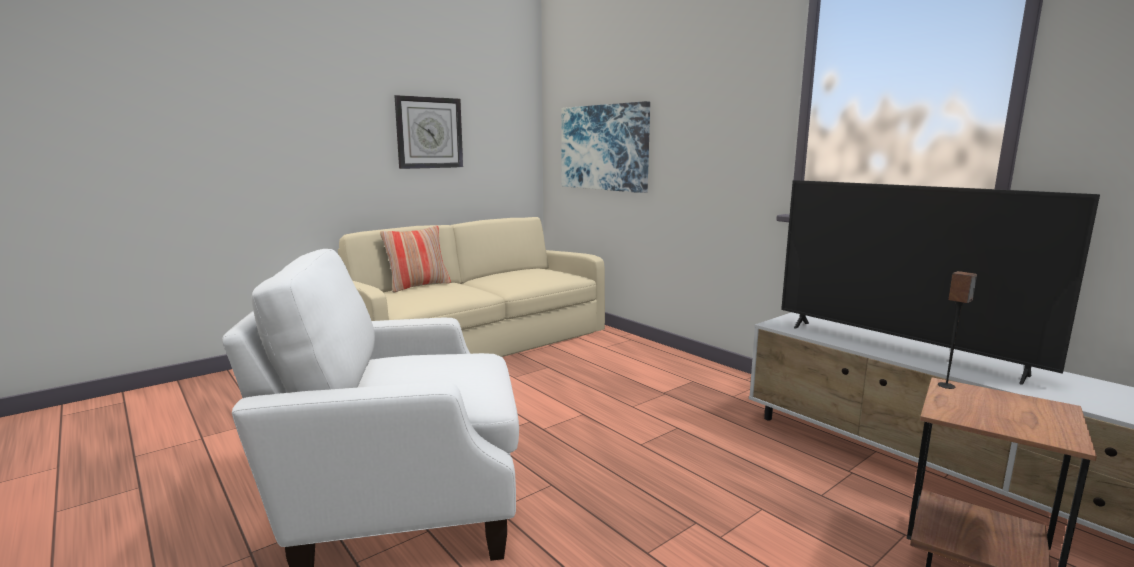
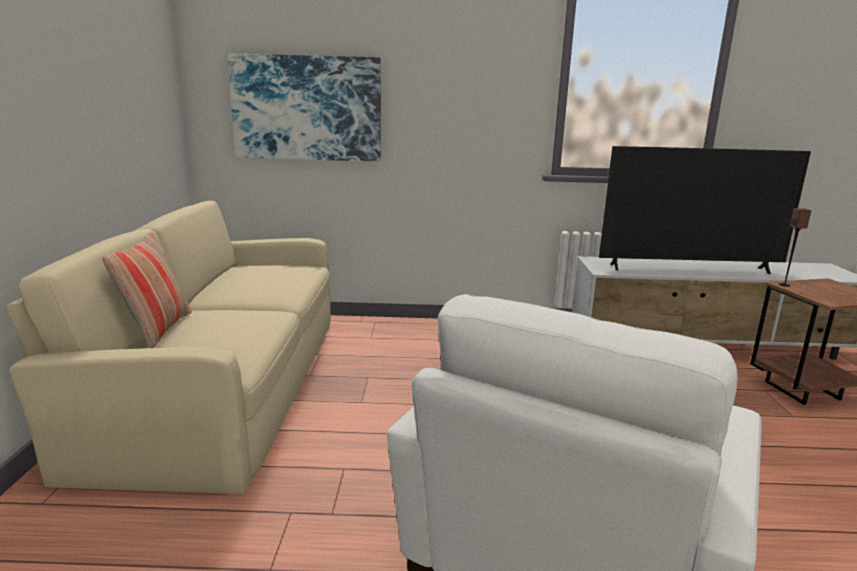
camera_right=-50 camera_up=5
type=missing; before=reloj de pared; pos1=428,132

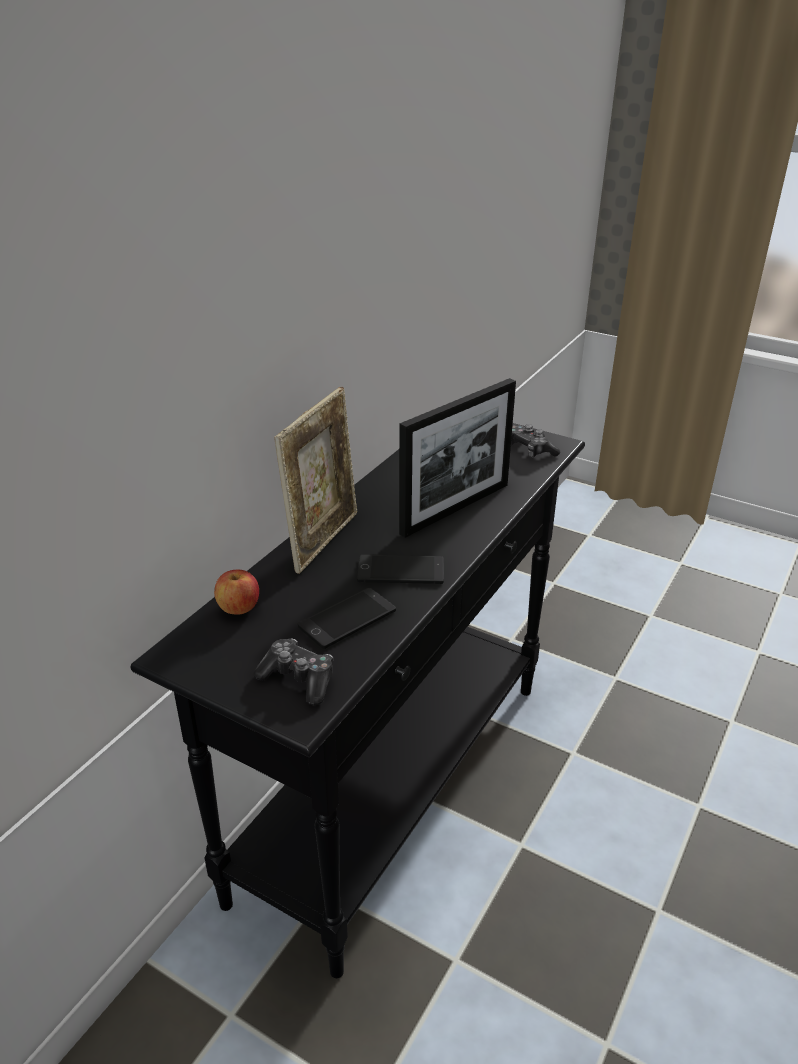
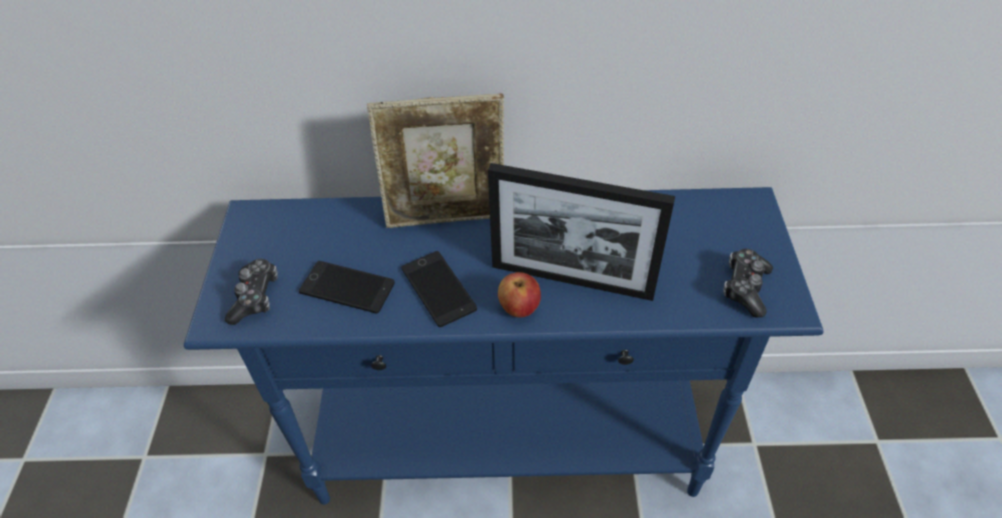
camera_right=60 camera_up=15
type=colour; before=mesa consola [negro]; after=mesa consola [azul]; pos1=357,700; pos2=504,346
type=relocated; before=manzana; pos1=236,592; pos2=519,294

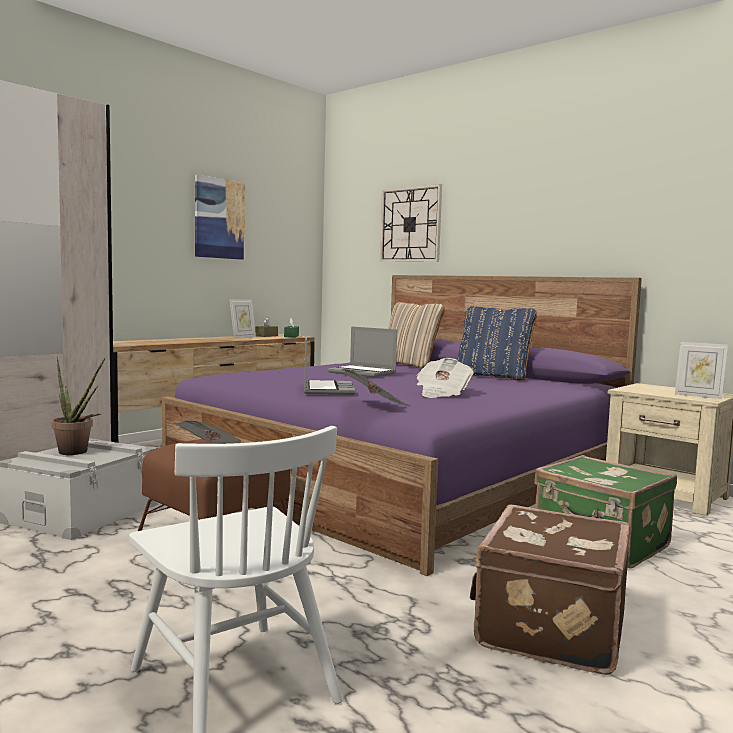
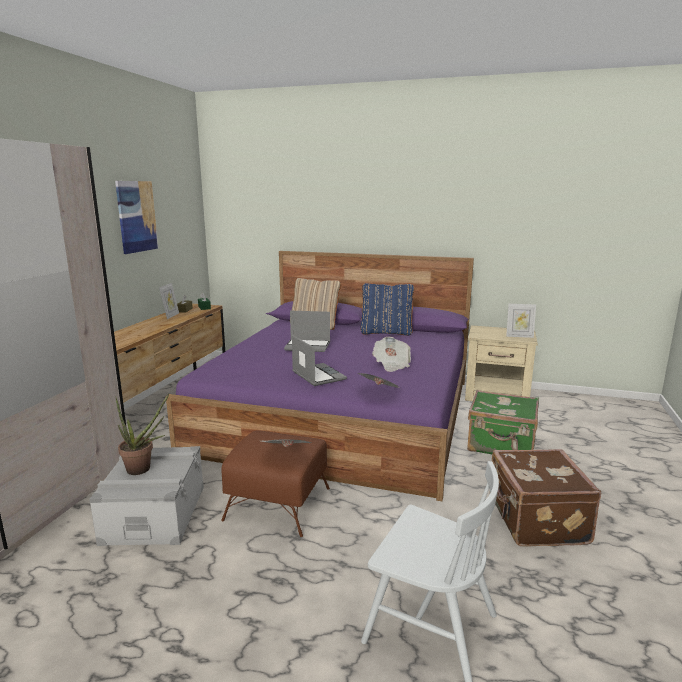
camera_right=-25 camera_up=10
type=missing; before=reloj de pared; pos1=411,223

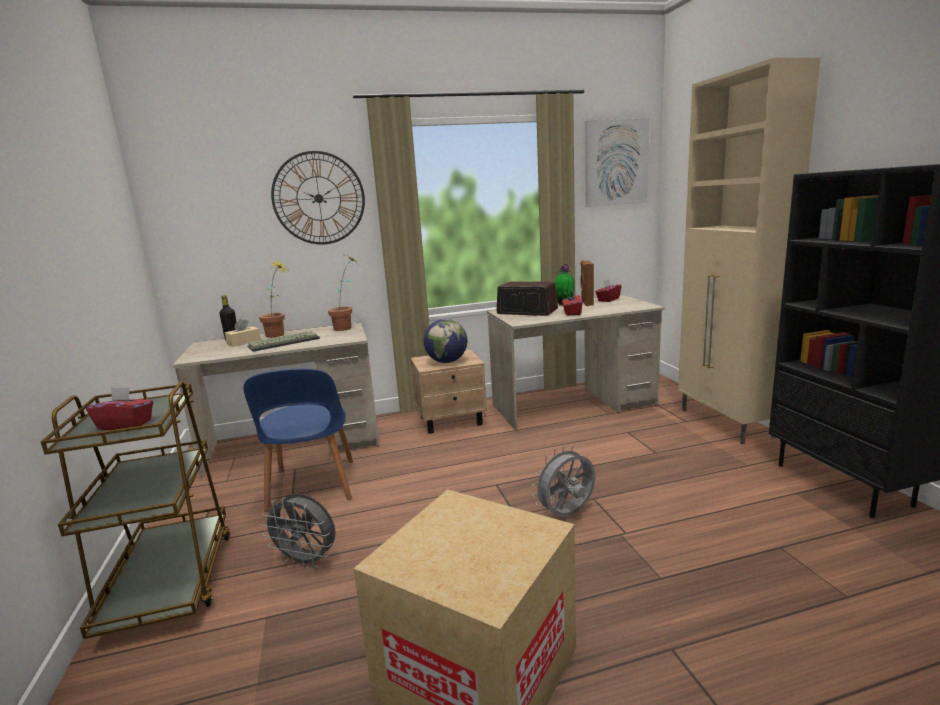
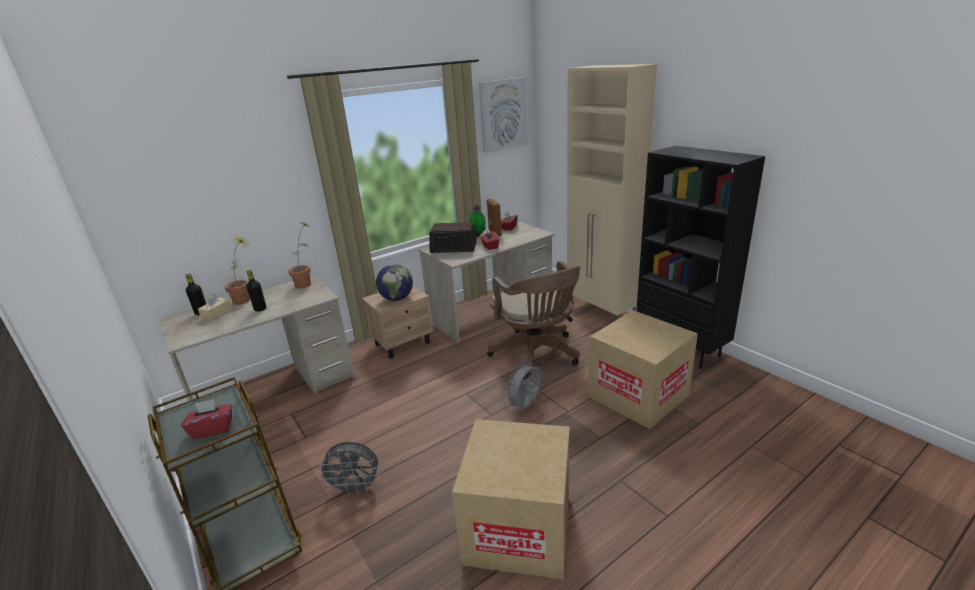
camera_right=-20 camera_up=10
type=missing; before=reloj de pared; pos1=318,198
type=exchanged; before=teclado; after=botella [negro]; pos1=283,341; pos2=256,290
type=missing; before=silla [azul]; pos1=298,440
type=appeared; after=silla de oficina [marrón]; pos2=533,320
type=appeared; after=caja de cartón; pos2=643,369

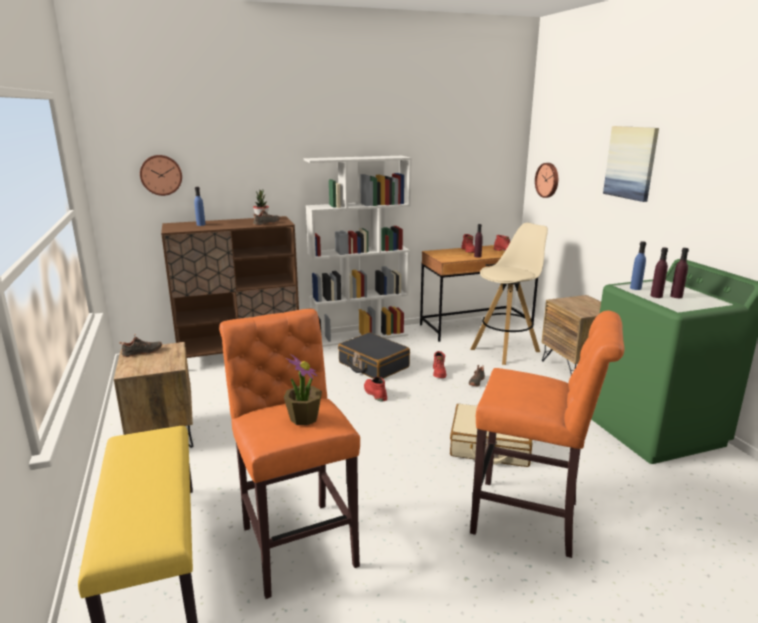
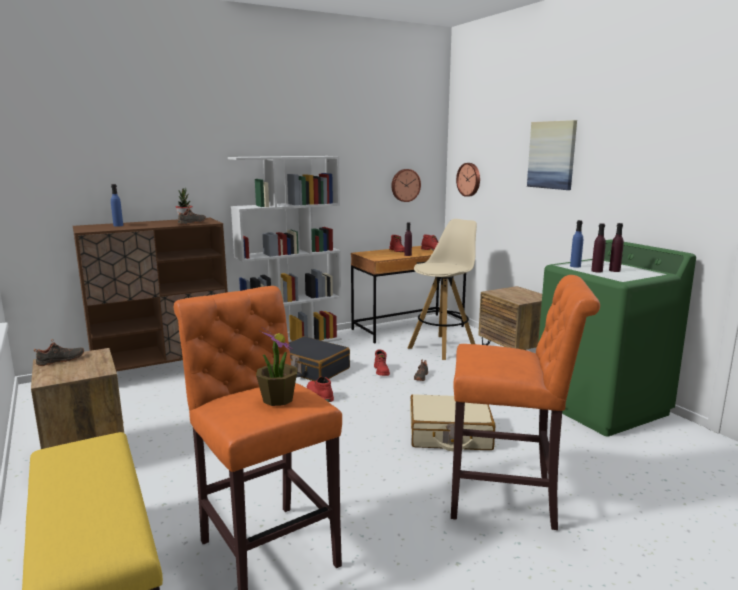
camera_right=-10 camera_up=-5
type=relocated; before=reloj de pared; pos1=161,175; pos2=406,185

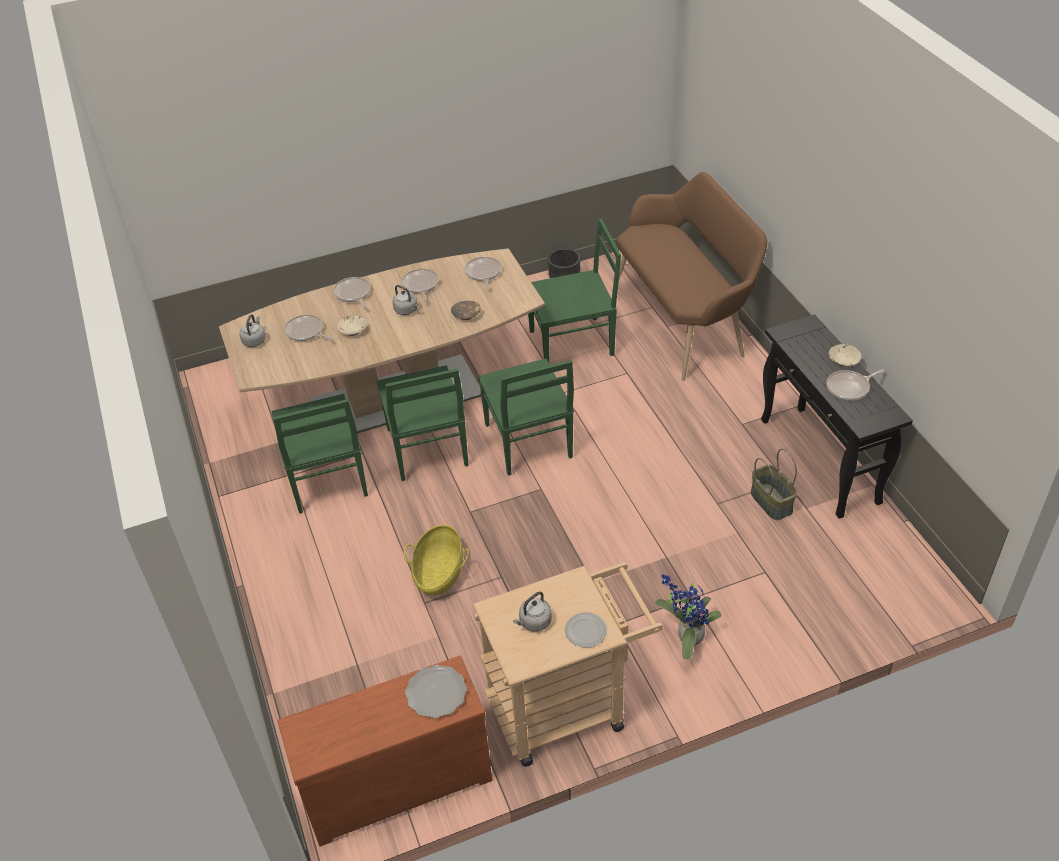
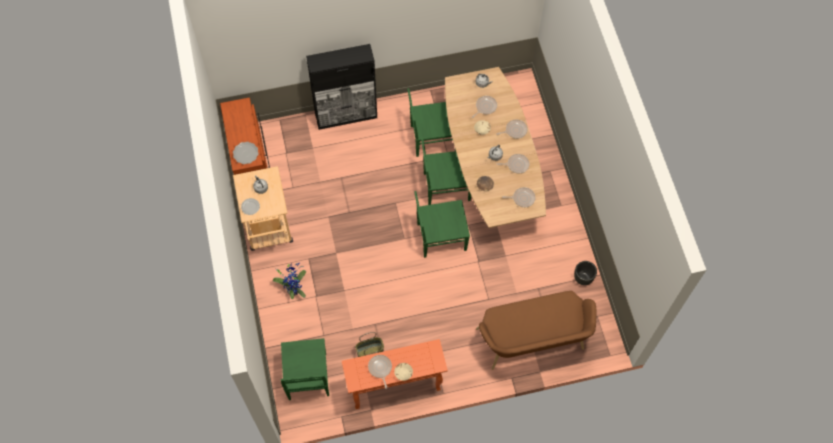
camera_right=95 camera_up=20
type=relocated; before=silla [verde]; pos1=574,291; pos2=305,369
type=colour; before=mesa consola [negro]; after=mesa consola [naranja]; pos1=837,416; pos2=395,374
type=missing; before=cesta; pos1=436,560
type=appeared; after=armario [negro]; pos2=341,87

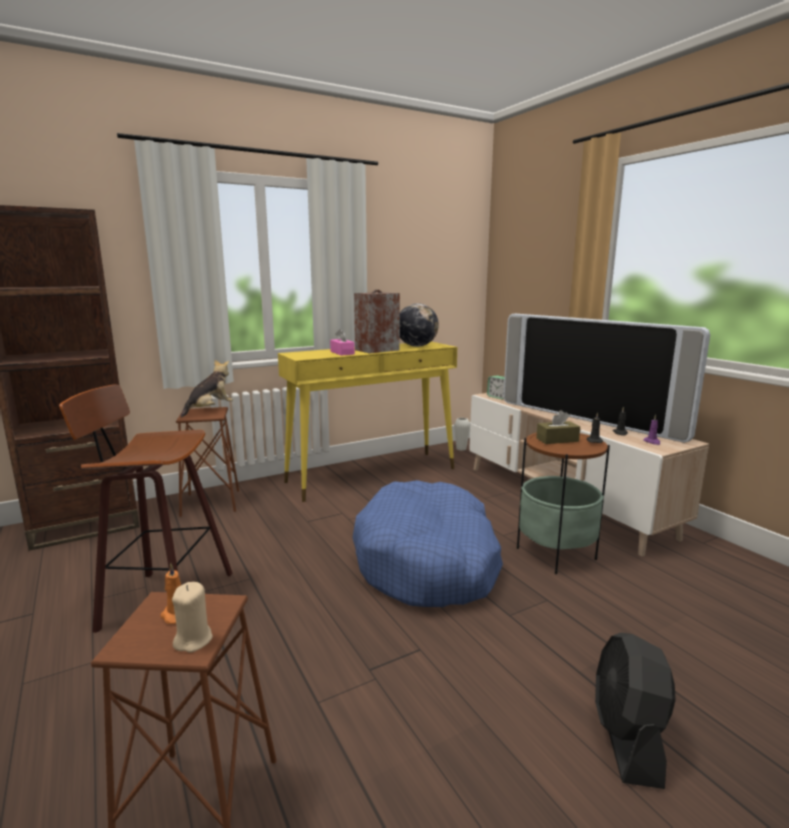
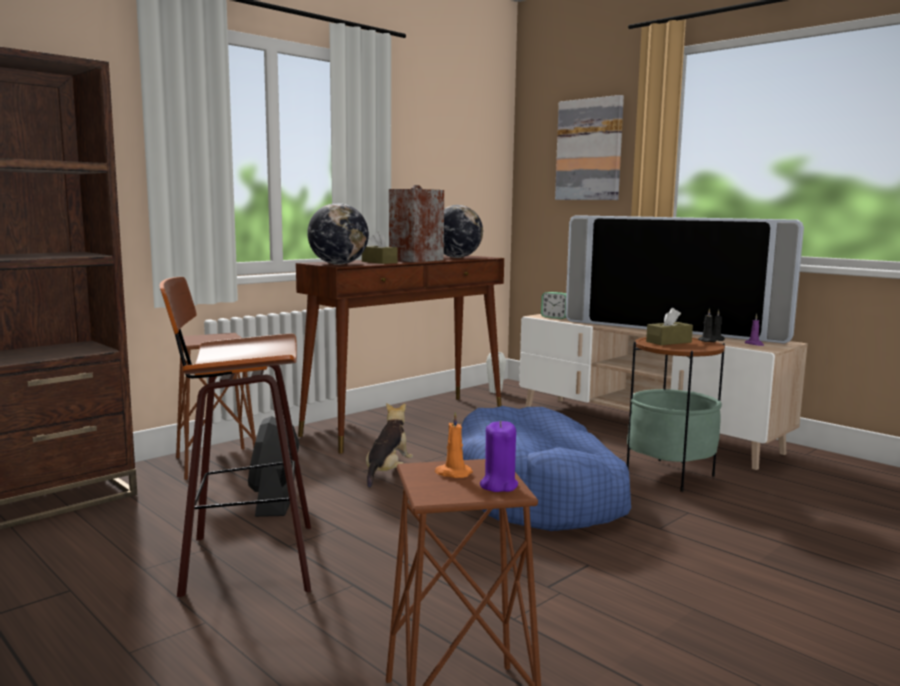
camera_right=-15 camera_up=-5
type=colour; before=caja de pañuelos [rosa]; after=caja de pañuelos [marrón]; pos1=342,342; pos2=380,248
type=colour; before=mesa consola [amarillo]; after=mesa consola [marrón]; pos1=367,422; pos2=400,354
type=relocated; before=peluche; pos1=207,388; pos2=389,445
type=colour; before=vela [beis]; after=vela [morado]; pos1=192,617; pos2=499,456
type=relocated; before=ventilador [negro]; pos1=635,711; pos2=273,466
type=appeared; after=cuadro; pos2=589,147
type=appeared; after=globo terráqueo; pos2=338,234

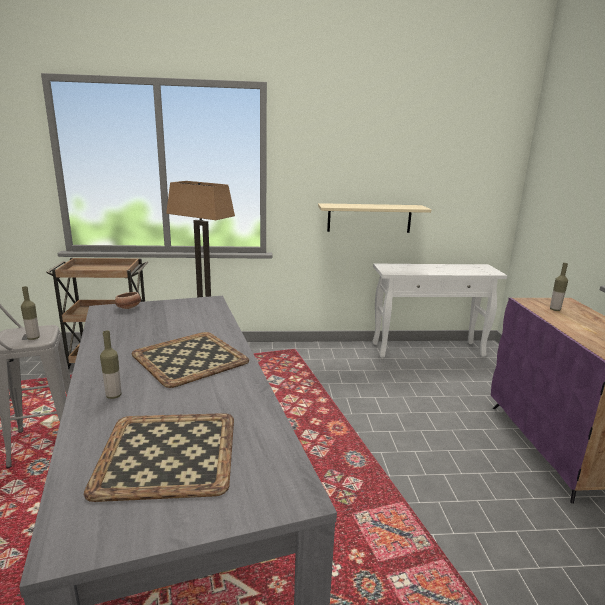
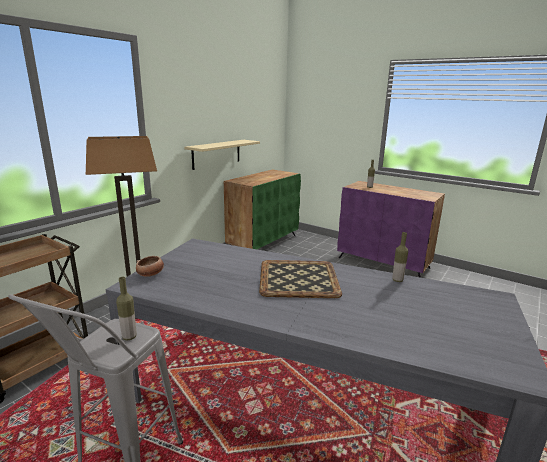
camera_right=-50 camera_up=0
type=exchanged; before=mesa consola [blanco]; after=armario [verde]; pos1=440,310; pos2=262,209
type=relocated; before=botella; pos1=110,365; pos2=400,257
type=missing; before=bandeja; pos1=159,457

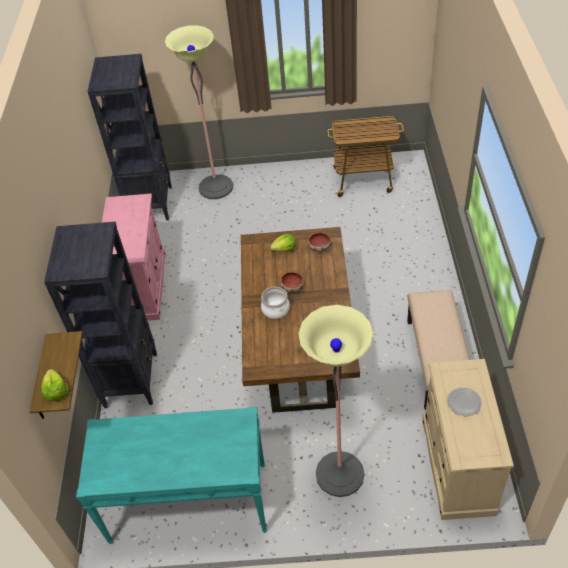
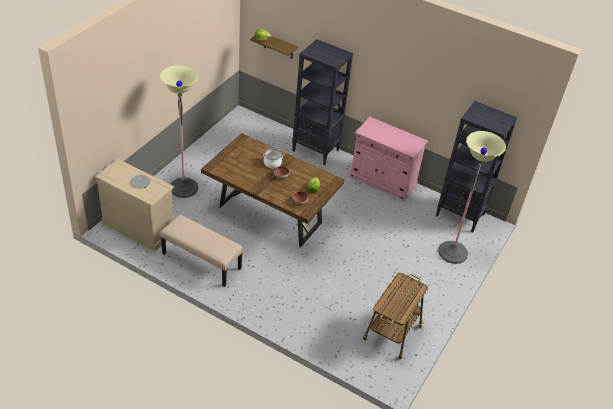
camera_right=115 camera_up=-5
type=missing; before=mesa consola [turquesa]; pos1=171,475

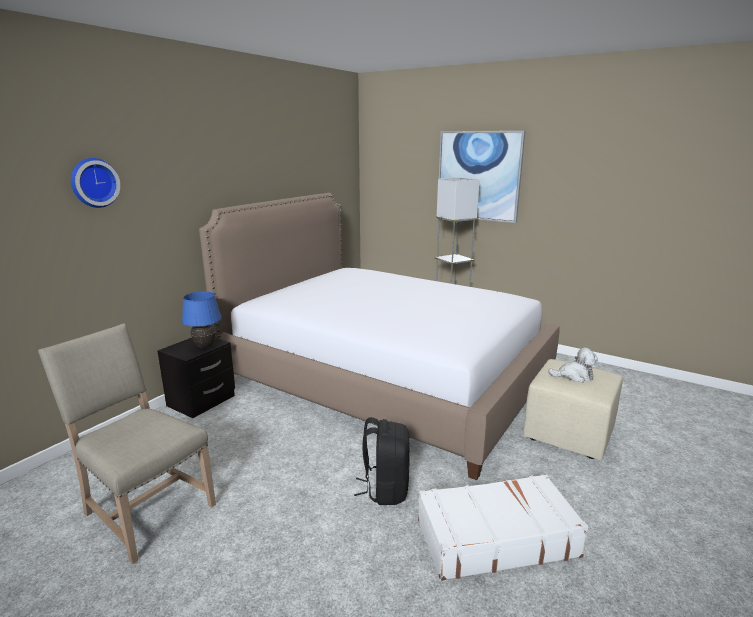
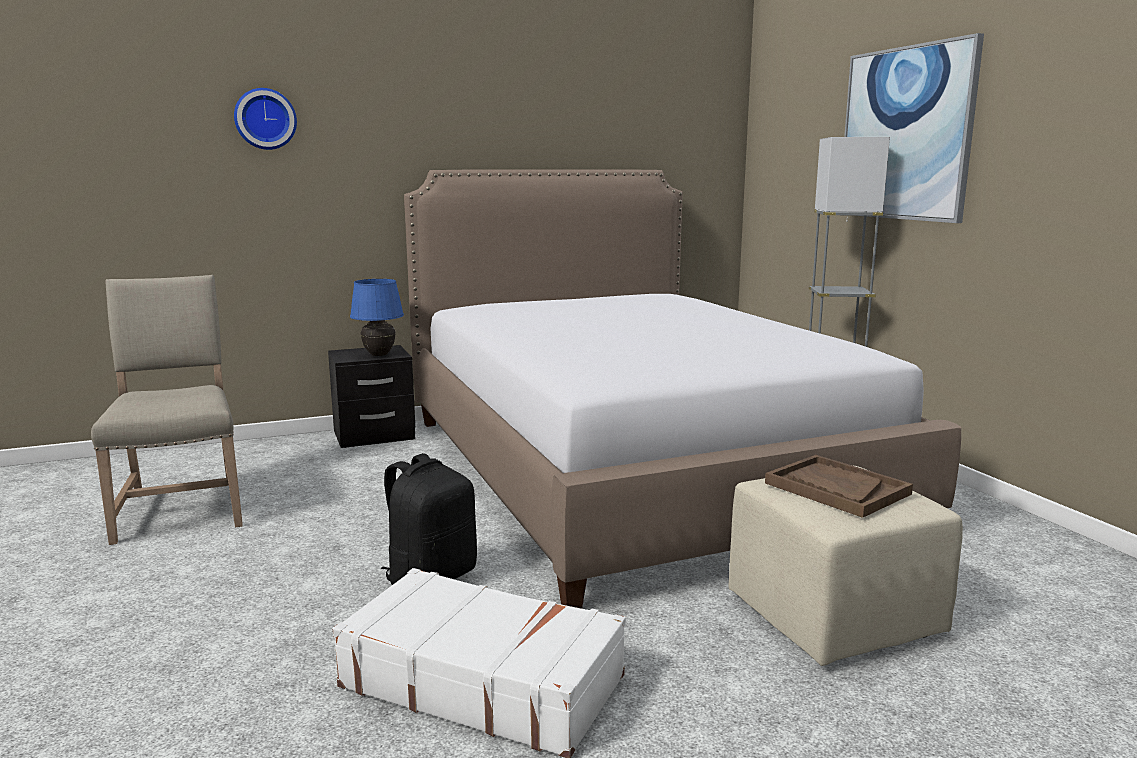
camera_right=35 camera_up=-5
type=exchanged; before=peluche; after=bandeja [marrón]; pos1=573,365; pos2=839,486

